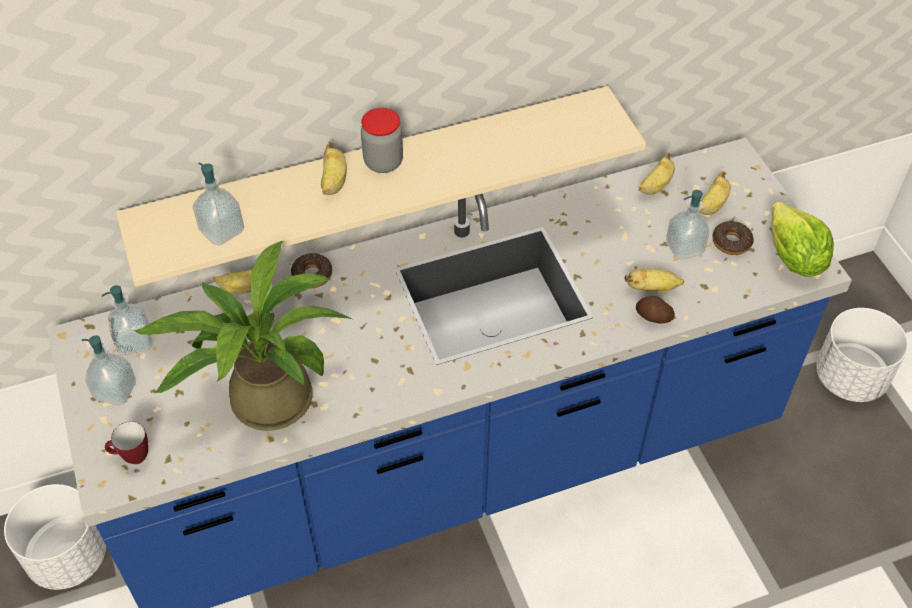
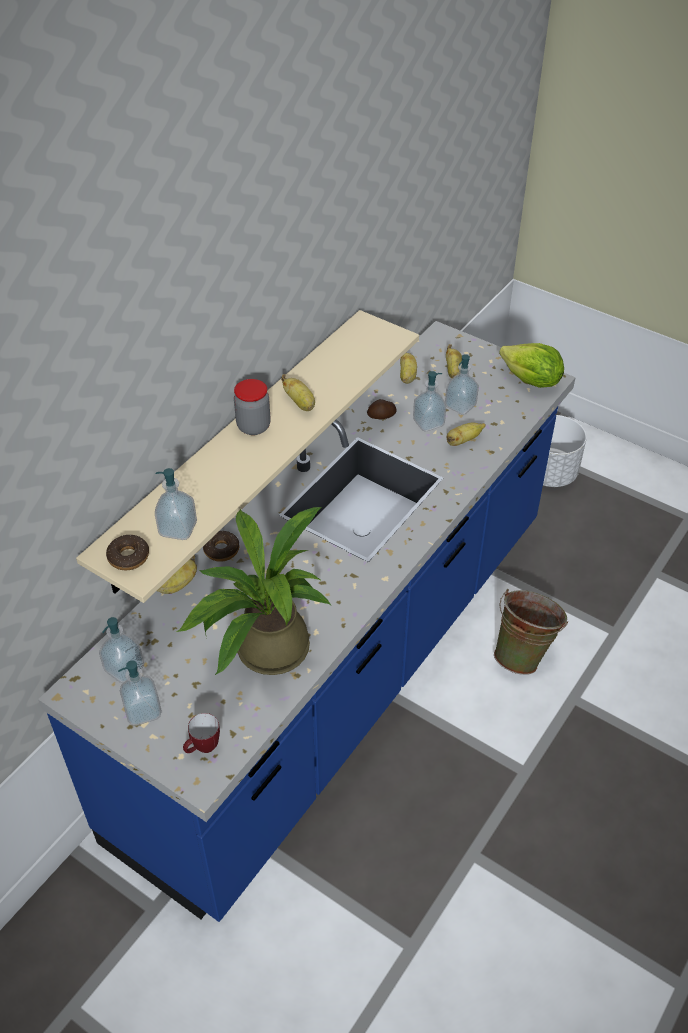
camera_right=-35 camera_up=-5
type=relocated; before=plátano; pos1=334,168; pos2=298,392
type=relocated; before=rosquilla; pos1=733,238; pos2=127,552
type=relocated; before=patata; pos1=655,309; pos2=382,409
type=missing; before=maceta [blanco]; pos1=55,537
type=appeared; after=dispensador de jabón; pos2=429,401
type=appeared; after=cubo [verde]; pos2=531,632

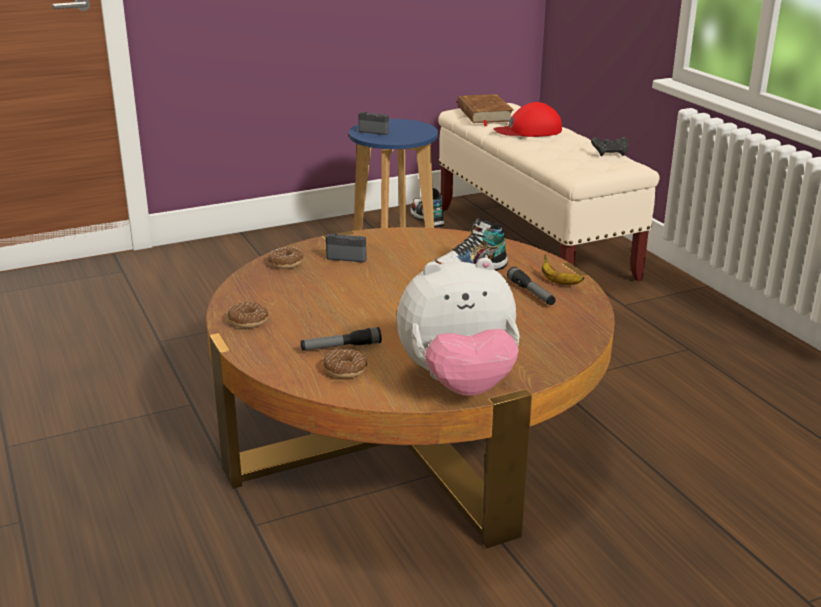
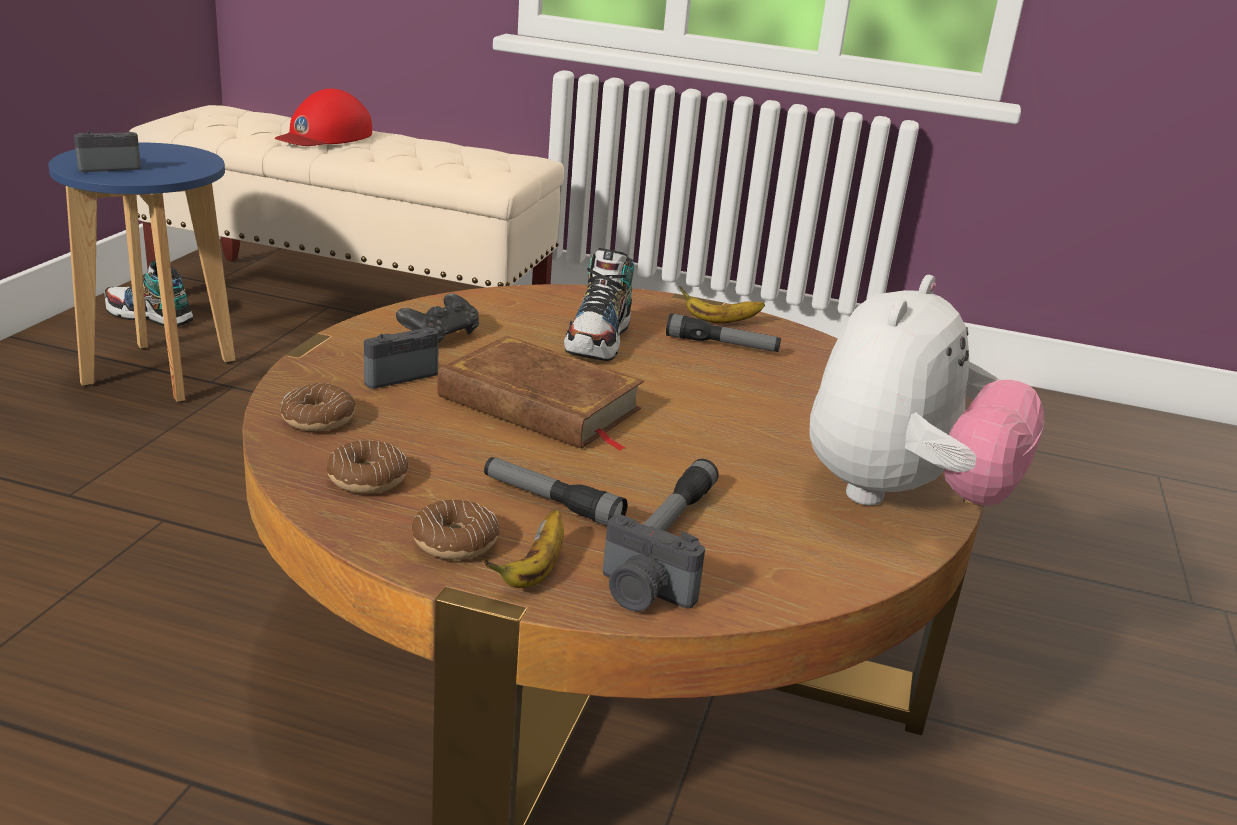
camera_right=-50 camera_up=0
type=relocated; before=libro [marrón]; pos1=485,110; pos2=540,393
type=relocated; before=mando de consola [negro]; pos1=610,146; pos2=437,318
type=relocated; before=rosquilla; pos1=345,363; pos2=367,467
type=appeared; after=linterna; pos2=556,491
type=appeared; after=plátano; pos2=524,548
type=appeared; after=cámara; pos2=654,563

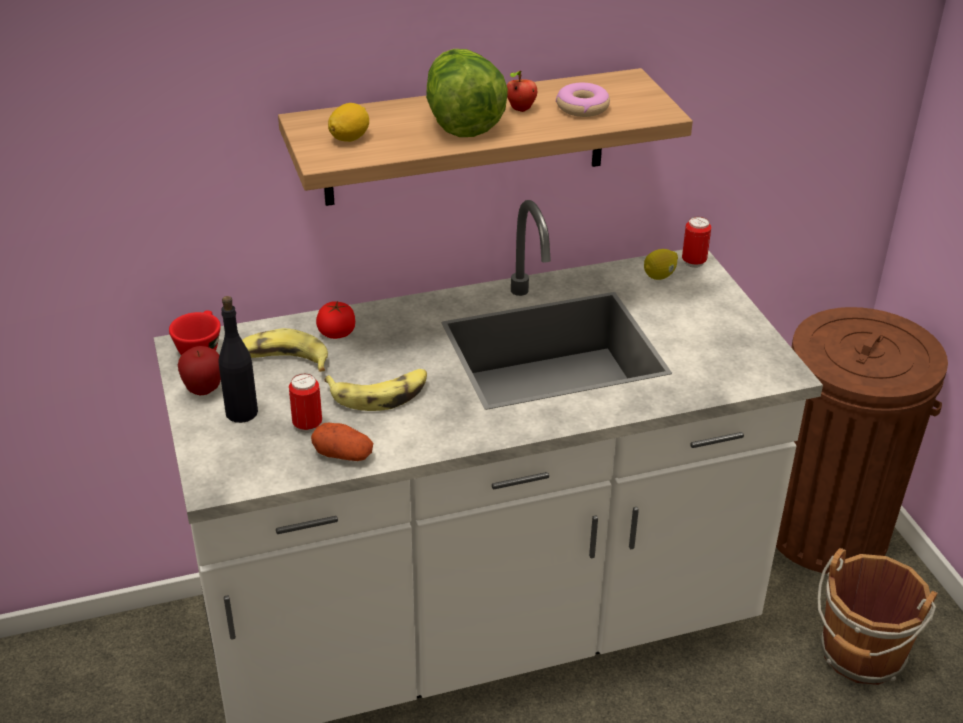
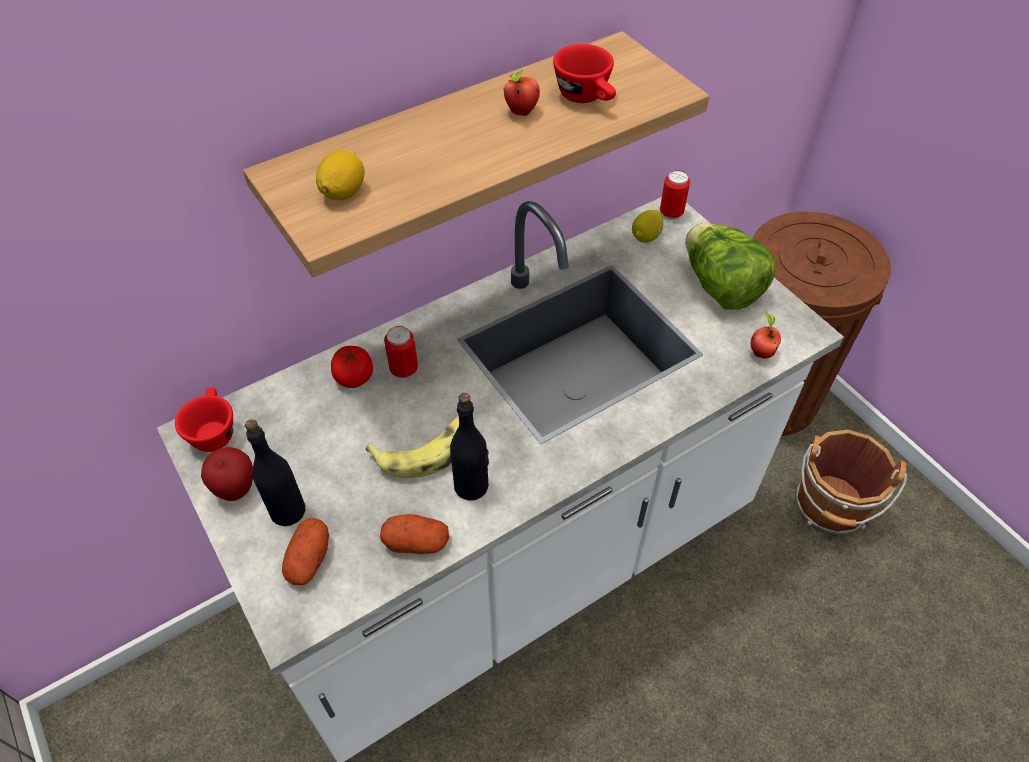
camera_right=-15 camera_up=15
type=relocated; before=lechuga; pos1=467,93; pos2=730,266
type=exchanged; before=rosquilla; after=taza [rojo]; pos1=583,100; pos2=584,73
type=missing; before=plátano; pos1=285,350
type=relocated; before=lata; pos1=305,403; pos2=401,352
type=appeared; after=manzana; pos2=766,335
type=appeared; after=botella [negro]; pos2=469,447
type=appeared; after=patata; pos2=305,551

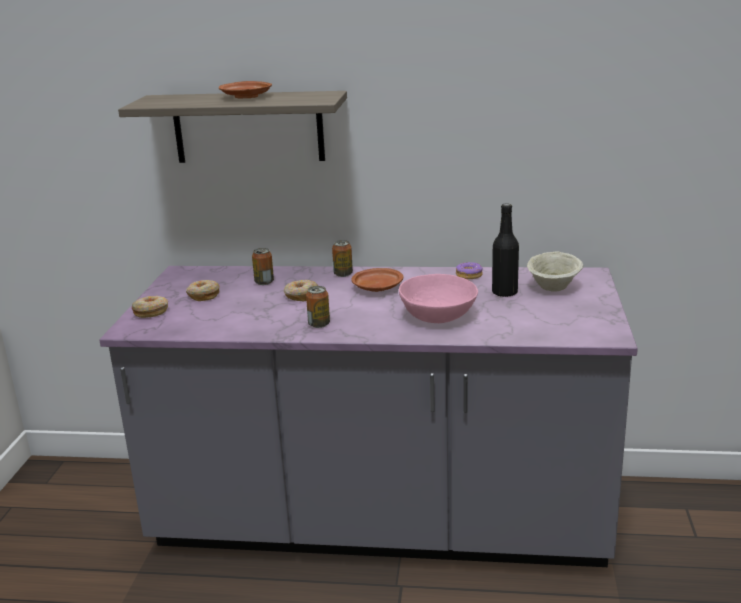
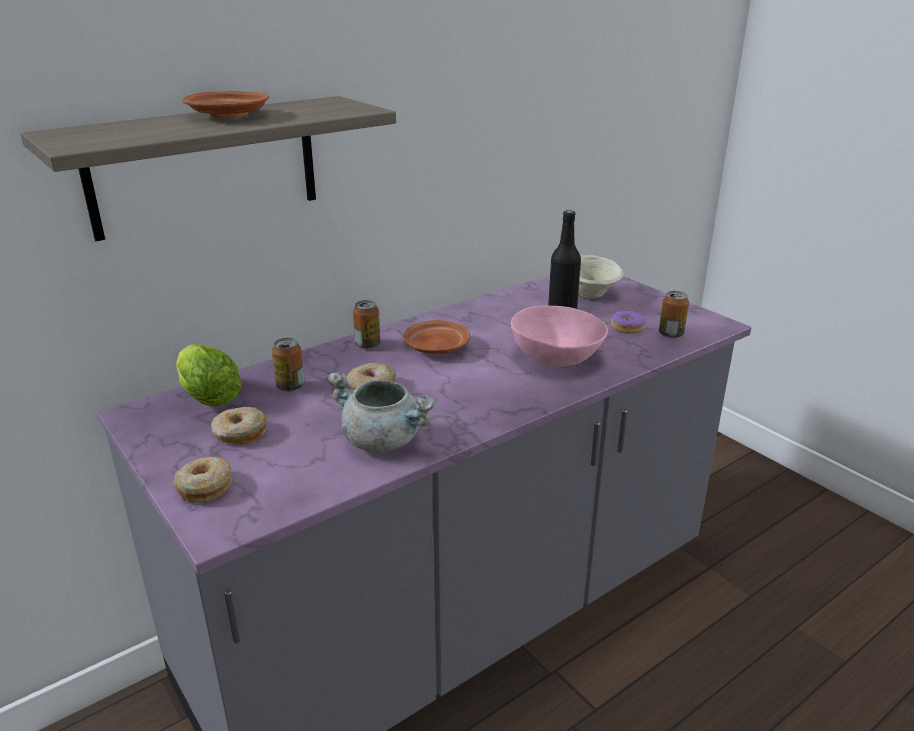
camera_right=-45 camera_up=5
type=relocated; before=rosquilla; pos1=469,270; pos2=628,322
type=relocated; before=lata; pos1=318,307; pos2=674,314
type=appeared; after=lechuga; pos2=209,375
type=appeared; after=olla [gris]; pos2=381,412

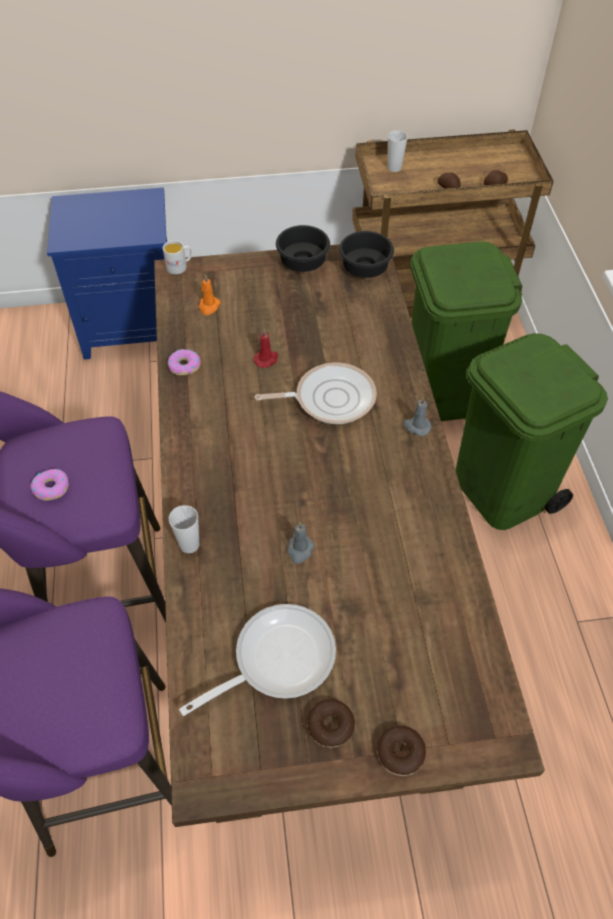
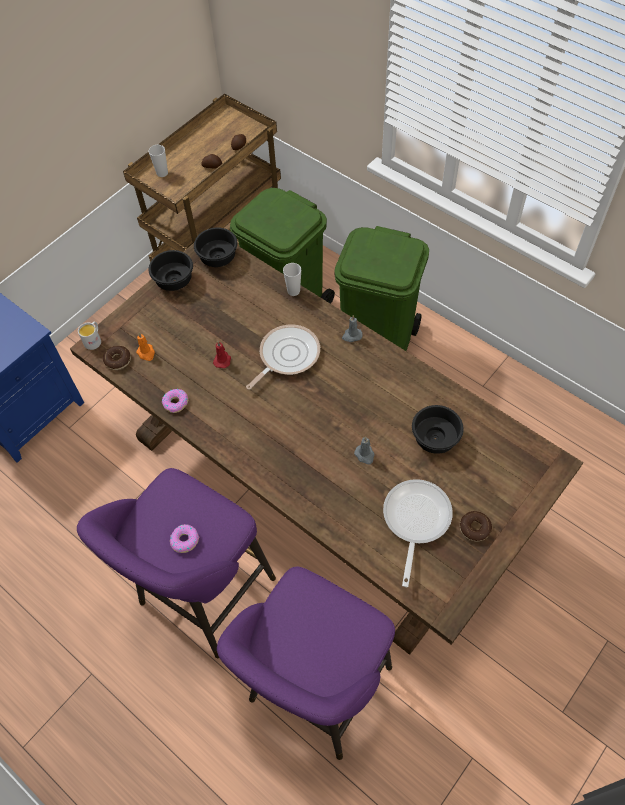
camera_right=-40 camera_up=5
type=relocated; before=taza; pos1=184,529; pos2=292,279
type=relocated; before=rosquilla; pos1=401,750; pos2=117,358
type=appeared; after=cuenco [negro]; pos2=438,429

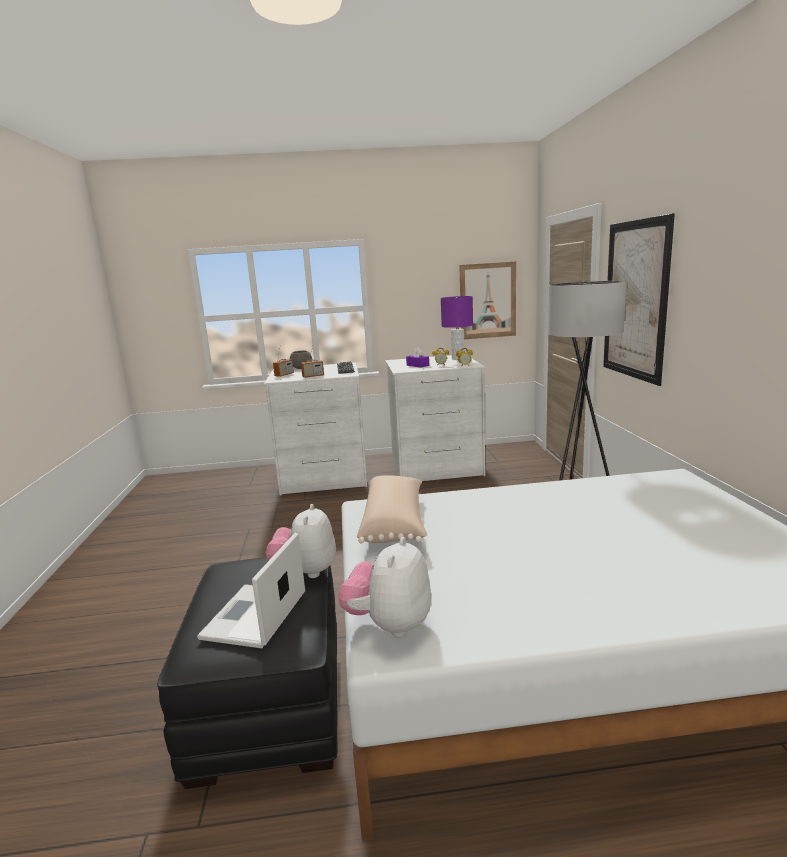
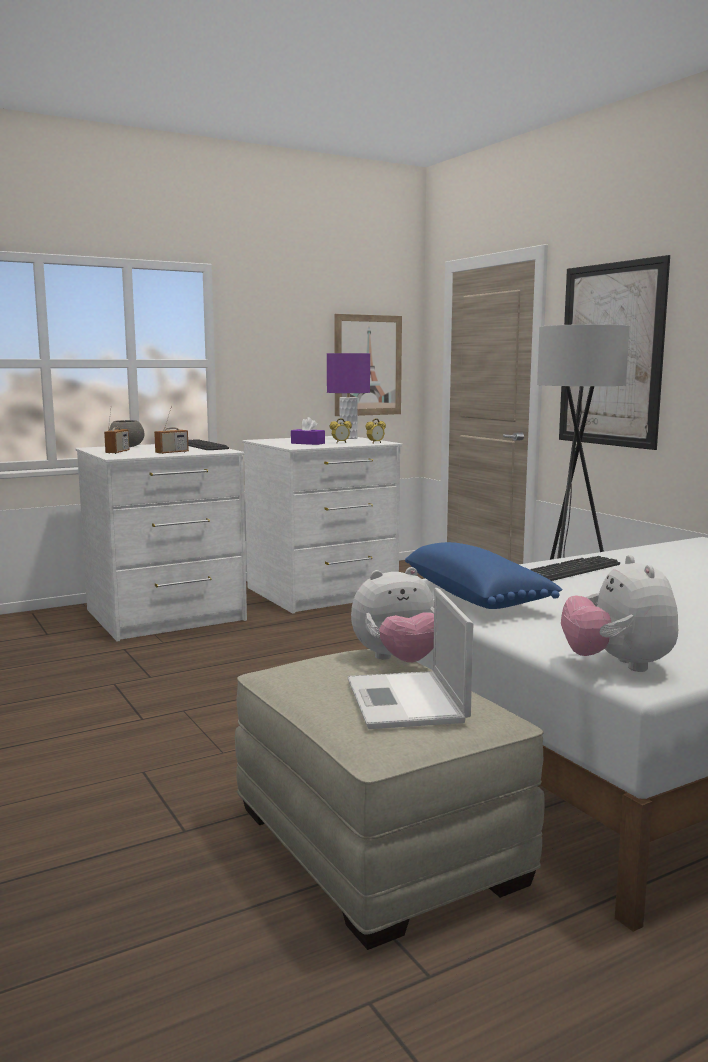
camera_right=-25 camera_up=-5
type=colour; before=cojín [beis]; after=cojín [azul]; pos1=392,509; pos2=484,575
type=spun; before=peluche; pos1=301,541; pos2=392,614; turn=-90
type=colour; before=puf [negro]; after=puf [beis]; pos1=247,673; pos2=390,799
type=appeared; after=teclado; pos2=575,568

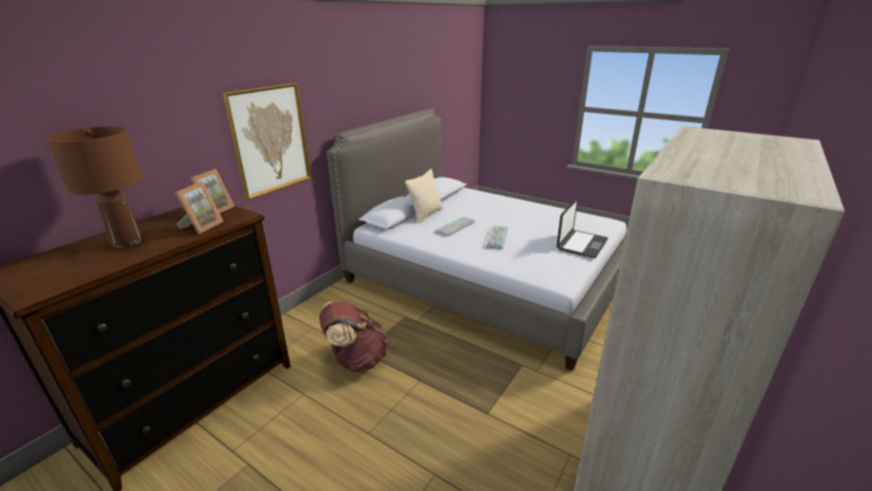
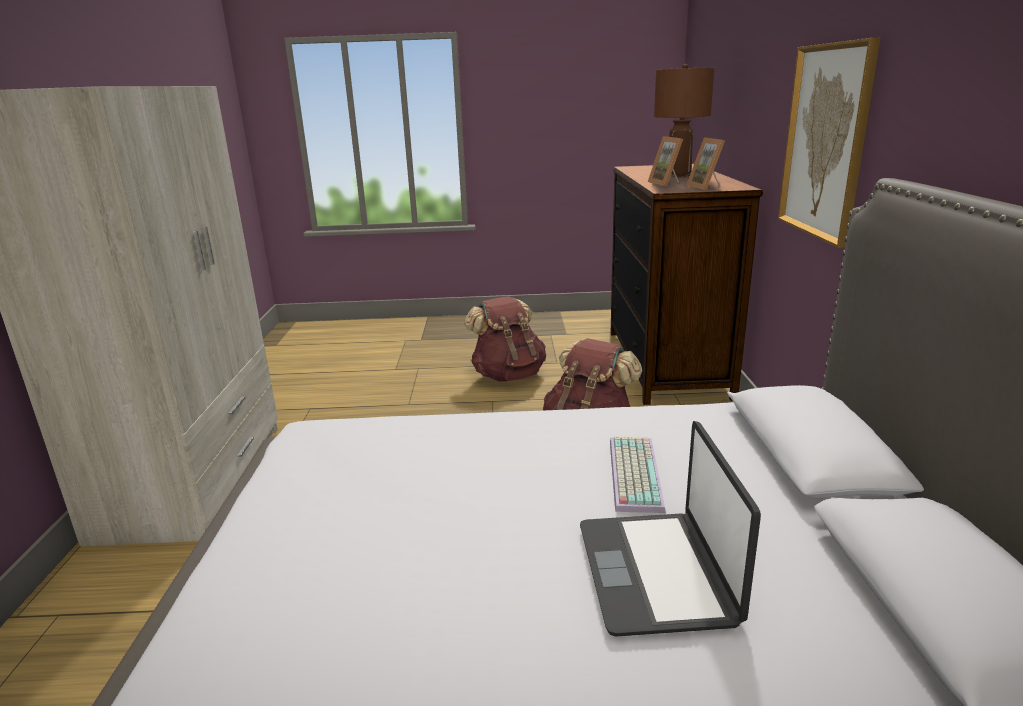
camera_right=145 camera_up=-5
type=missing; before=cojín [beis]; pos1=424,196
type=relocated; before=portátil; pos1=582,228; pos2=670,529
type=missing; before=teclado; pos1=497,237
type=appeared; after=mochila [marrón]; pos2=505,338

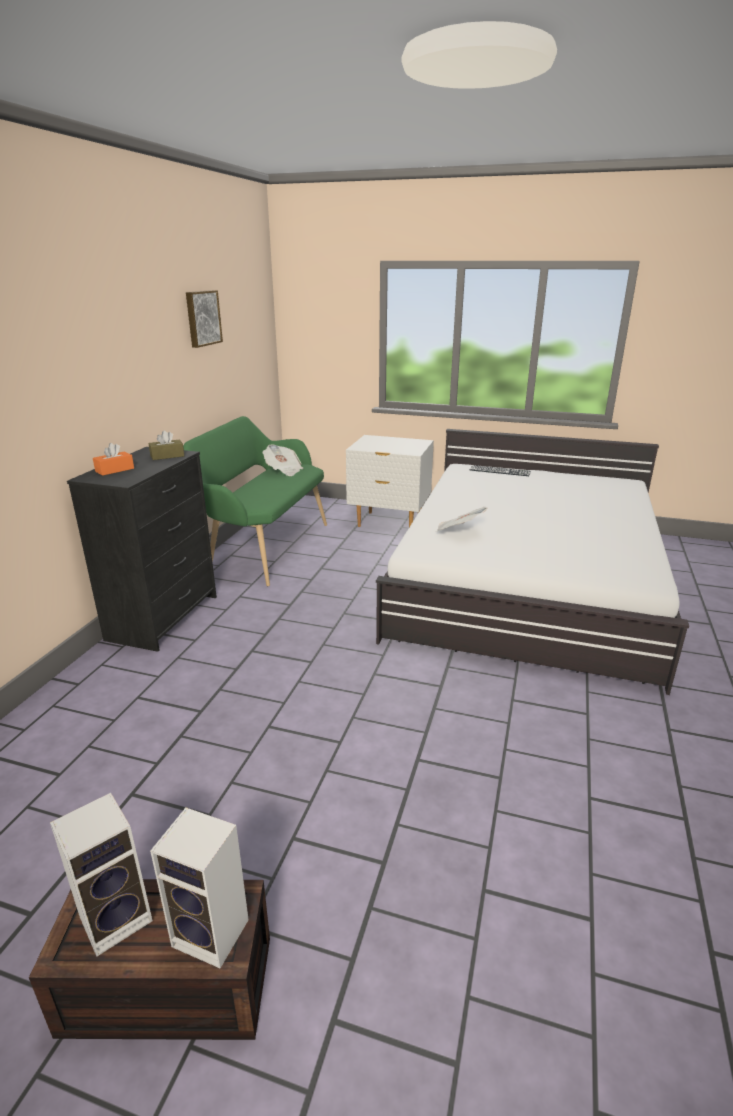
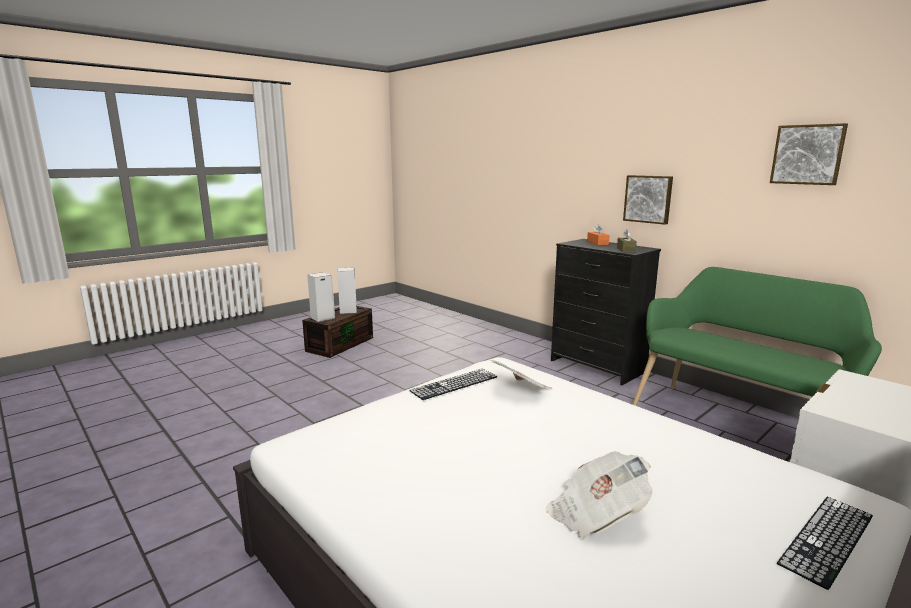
camera_right=120 camera_up=-10
type=relocated; before=periódico; pos1=282,460; pos2=599,494
type=appeared; after=cuadro; pos2=648,200
type=appeared; after=teclado; pos2=453,384

